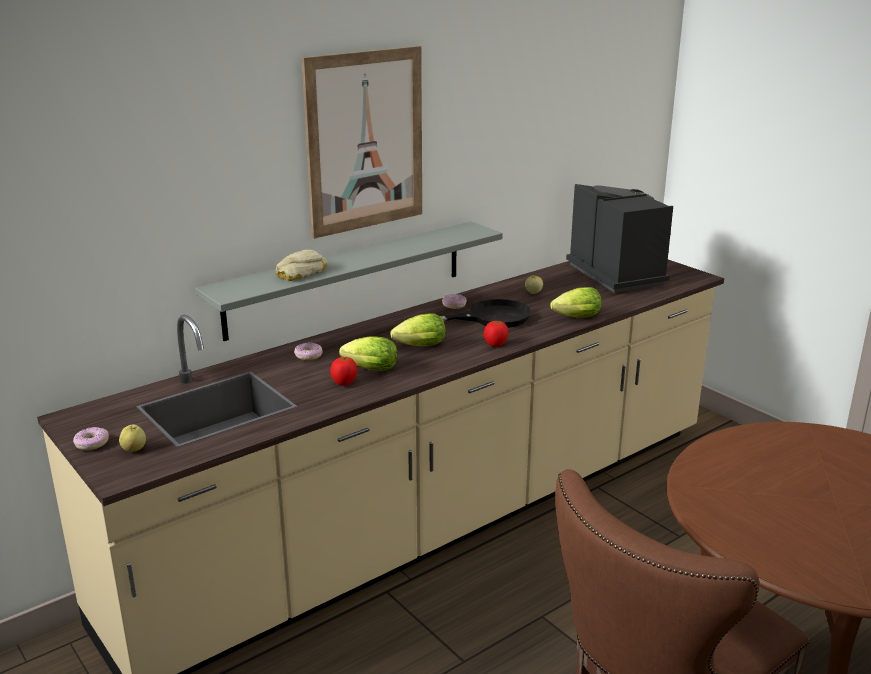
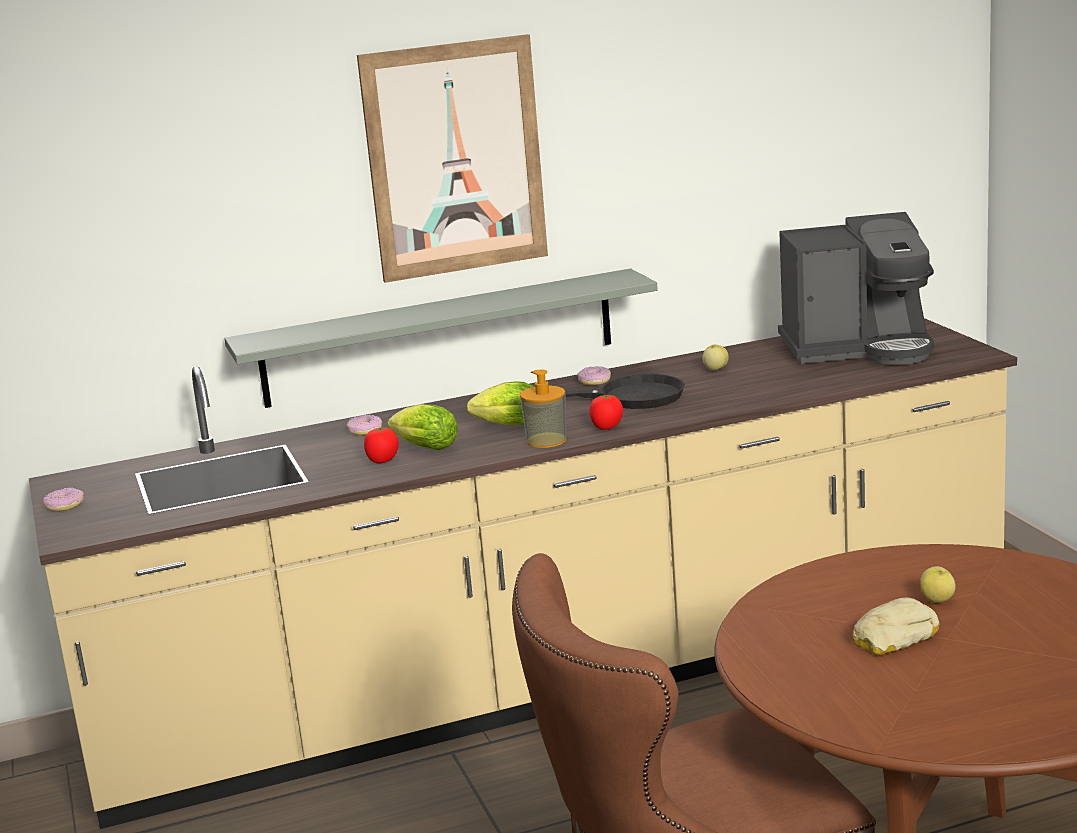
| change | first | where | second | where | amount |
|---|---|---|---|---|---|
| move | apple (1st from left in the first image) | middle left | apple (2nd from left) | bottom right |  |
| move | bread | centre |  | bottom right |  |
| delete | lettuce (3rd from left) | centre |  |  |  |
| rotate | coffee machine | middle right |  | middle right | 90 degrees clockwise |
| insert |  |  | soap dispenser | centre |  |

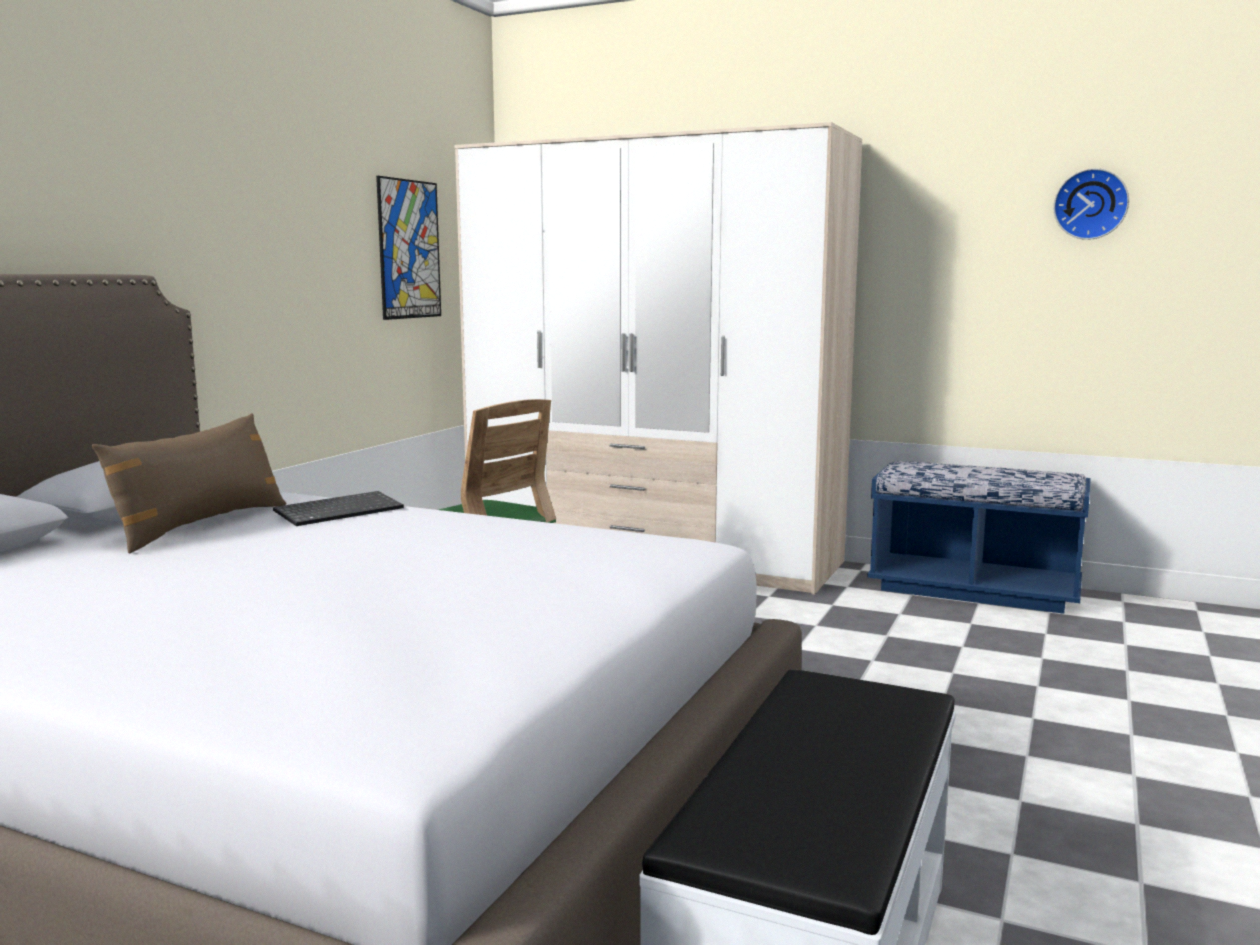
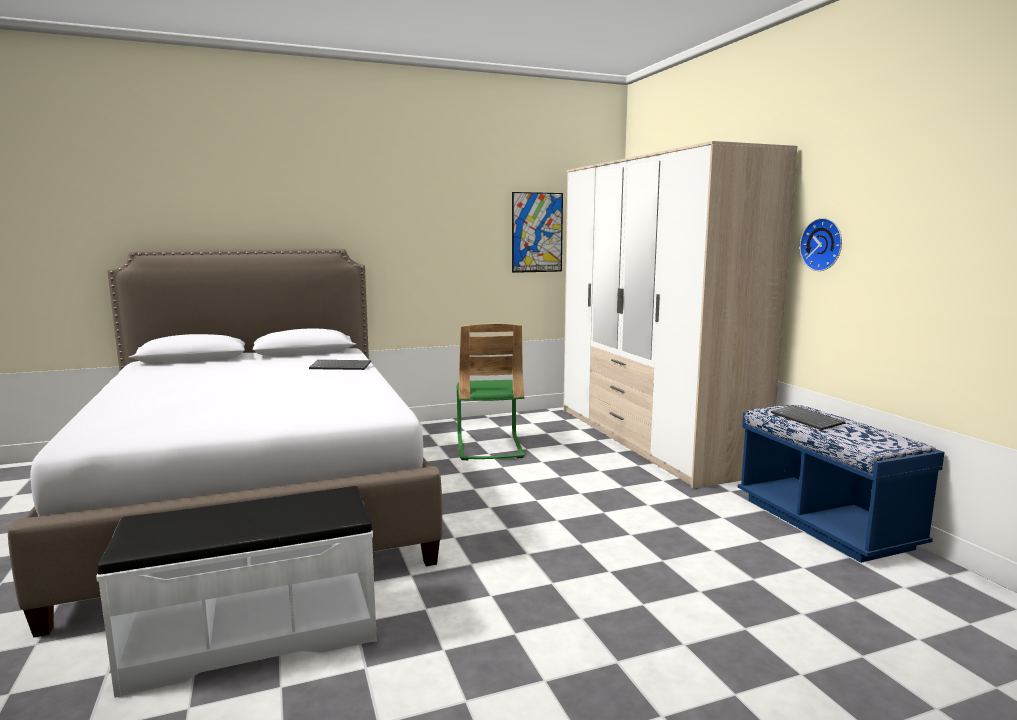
| change | first | where | second | where | amount |
|---|---|---|---|---|---|
| delete | brown pillow | middle left |  |  |  |
| move | wall clock | top right |  | middle right |  |
| insert |  |  | keyboard (2nd from left) | middle right |  |

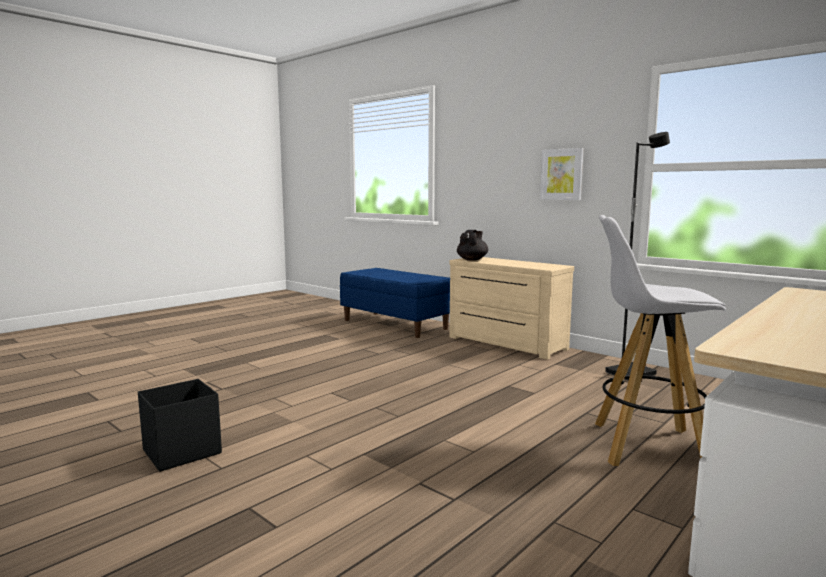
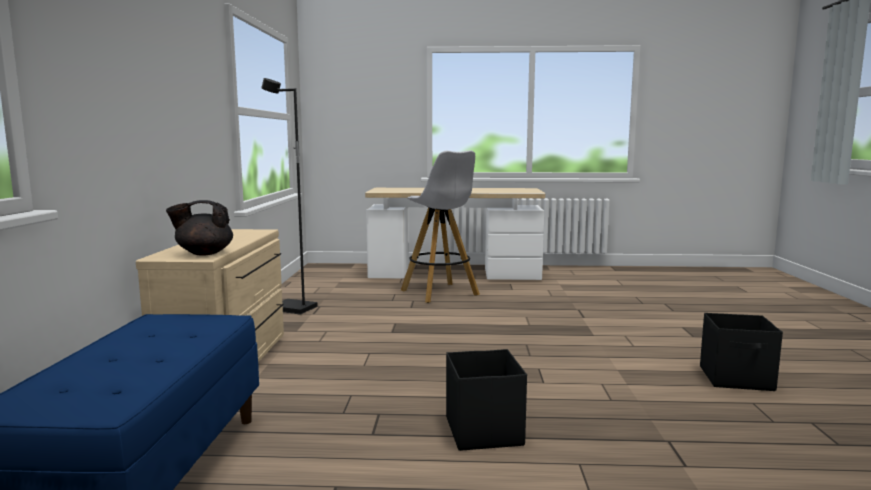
| change | first | where | second | where | amount |
|---|---|---|---|---|---|
| delete | picture | top right |  |  |  |
| insert |  |  | black storage box (1st from left) | bottom centre |  |

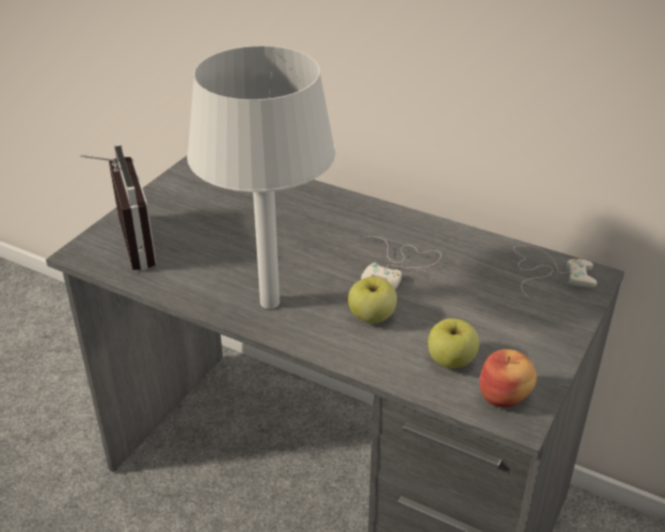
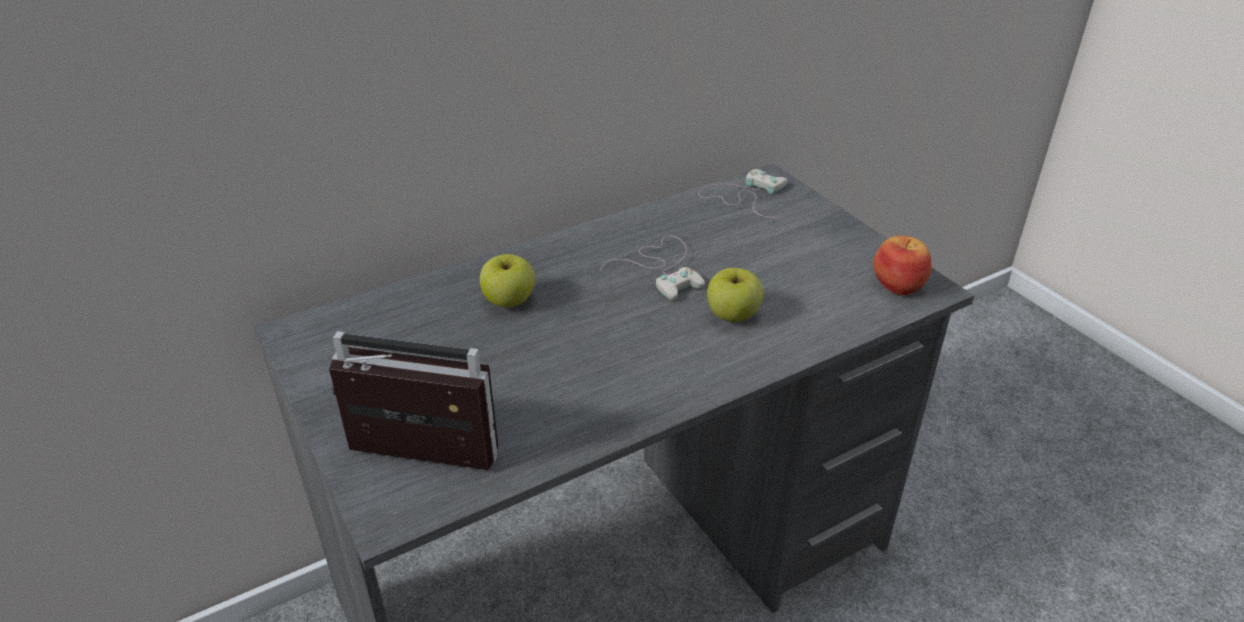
| change | first | where | second | where | amount |
|---|---|---|---|---|---|
| delete | grey table lamp | top centre |  |  |  |
| move | apple (2nd from left in the first image) | middle right | apple (1st from left) | centre |  |

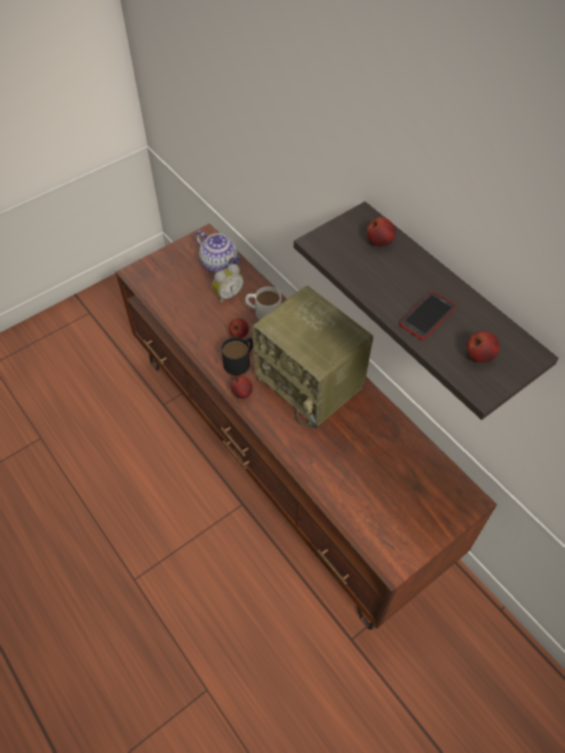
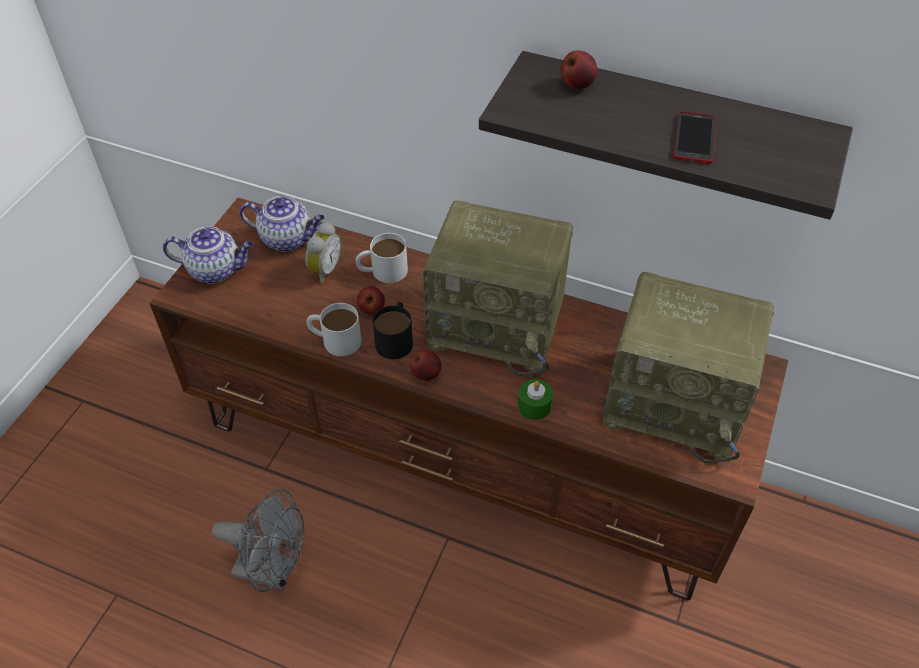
| change | first | where | second | where | amount |
|---|---|---|---|---|---|
| delete | apple (4th from left) | middle right |  |  |  |
| insert |  |  | teapot (1st from left) | middle left |  |
| insert |  |  | grey fan | bottom left |  |
| insert |  |  | white mug (1st from left) | centre |  |
| insert |  |  | green candle | centre |  |
| insert |  |  | radio (2nd from left) | middle right |  |

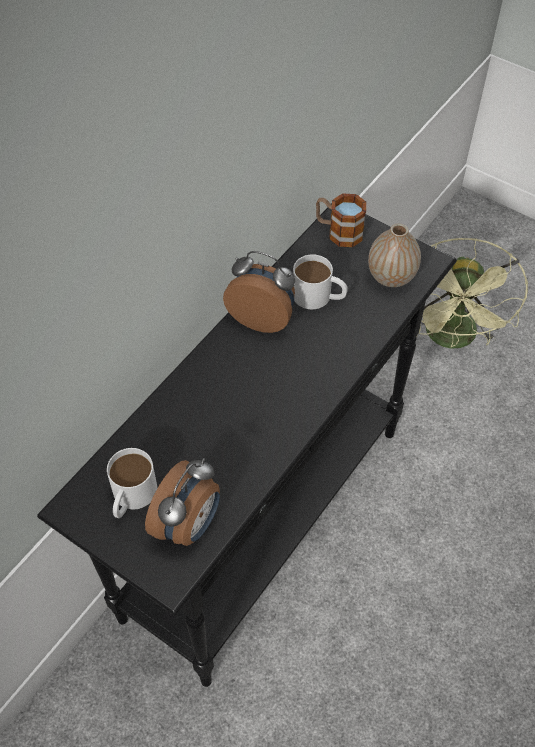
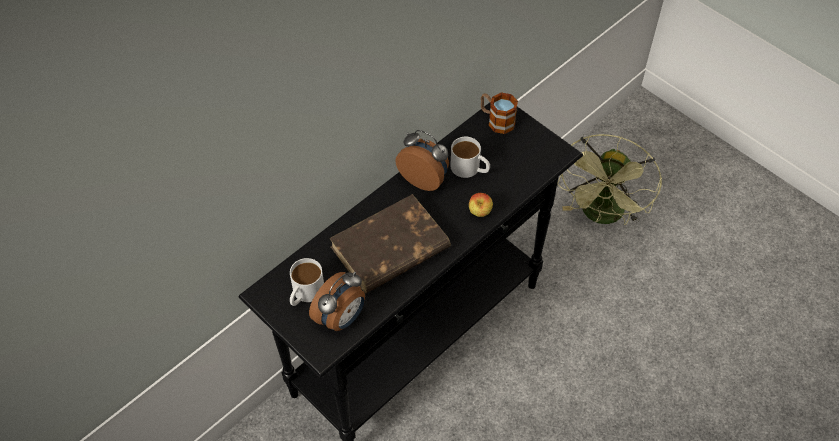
| change | first | where | second | where | amount |
|---|---|---|---|---|---|
| delete | vase | middle right |  |  |  |
| insert |  |  | brown book | centre |  |
| insert |  |  | apple | centre |  |

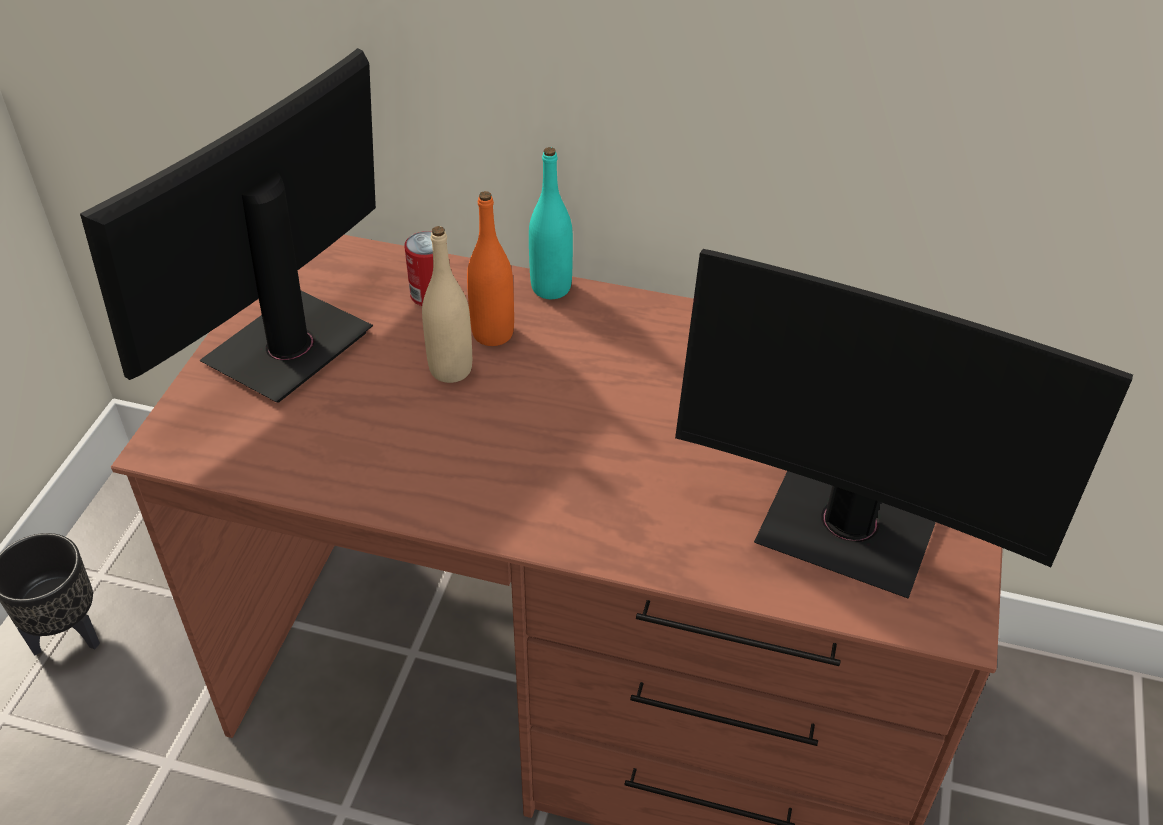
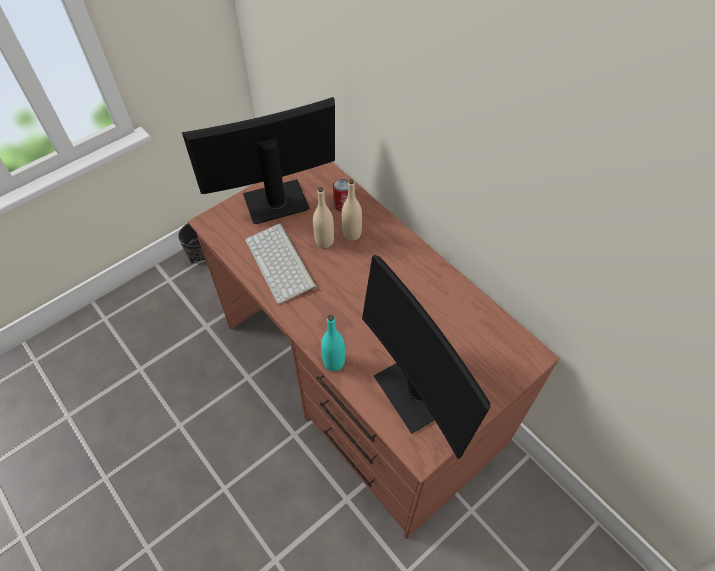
| change | first | where | second | where | amount |
|---|---|---|---|---|---|
| recolor | orange bottle | top centre | beige bottle (2nd from left) | centre |  |
| move | turquoise bottle | top centre |  | centre |  |
| insert |  |  | keyboard | centre |  |

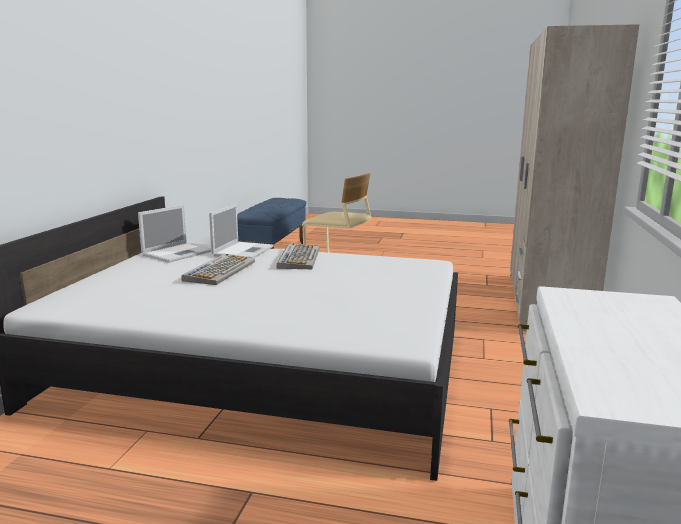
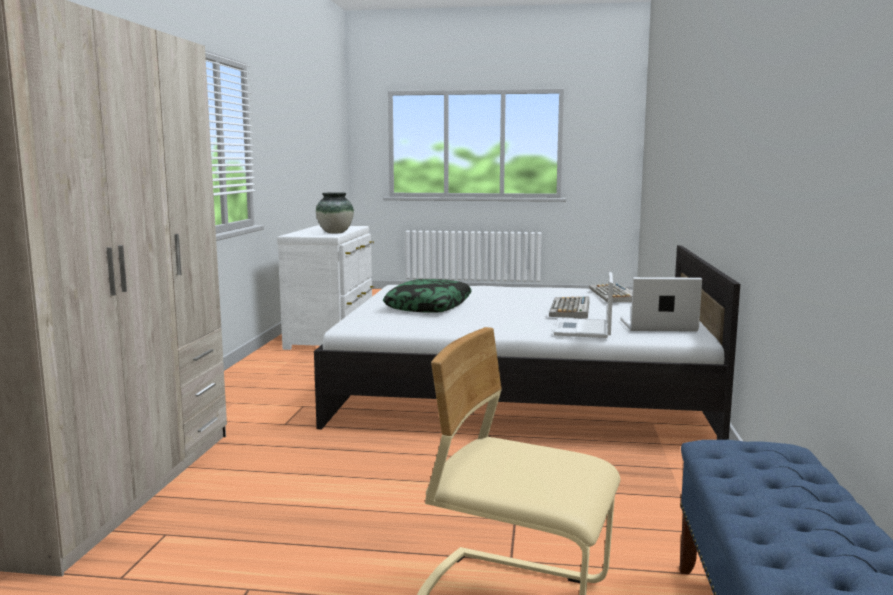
| change | first | where | second | where | amount |
|---|---|---|---|---|---|
| rotate | laptop (1st from left in the first image) | middle left | laptop (2nd from left) | middle right | 60 degrees clockwise |
| move | keyboard (2nd from left) | centre |  | middle right |  |
| insert |  |  | vase | centre |  |
| insert |  |  | pillow | centre |  |

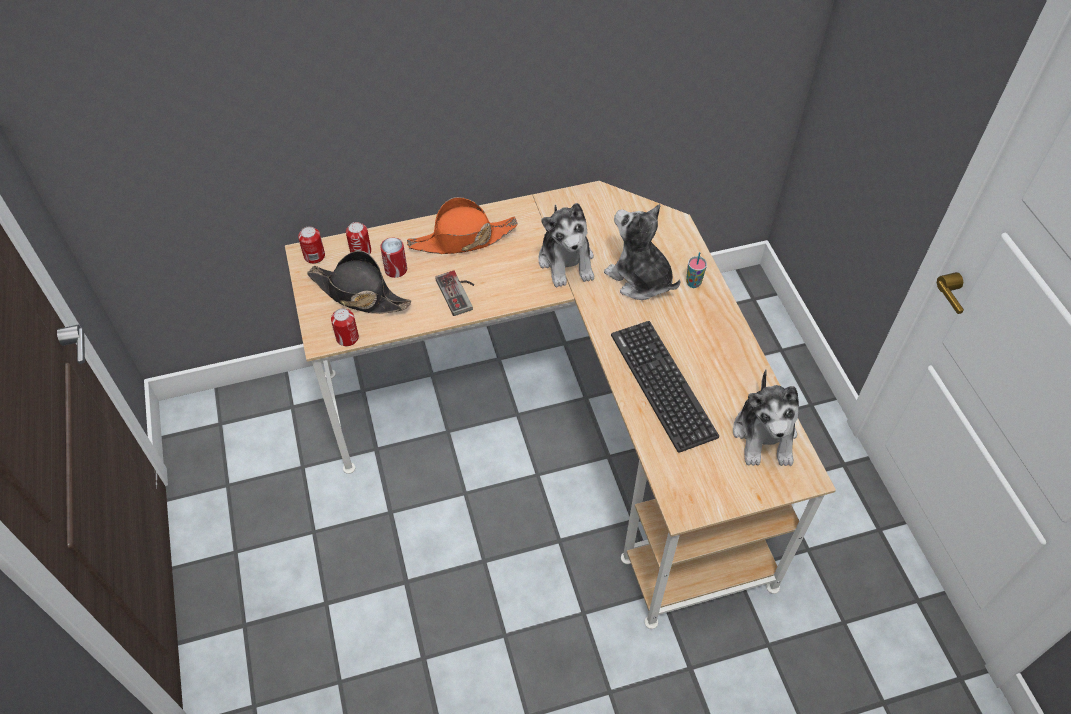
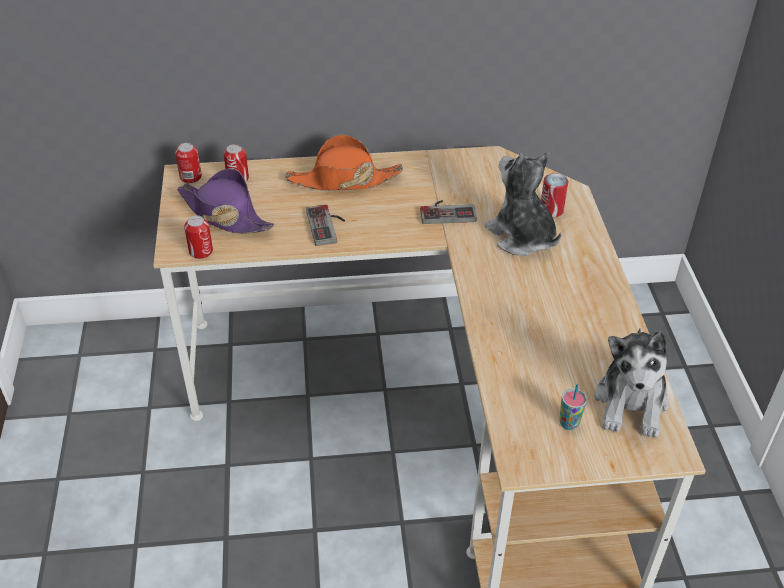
| change | first | where | second | where | amount |
|---|---|---|---|---|---|
| recolor | black hat | centre | purple hat | middle left |  |
| move | can (4th from left) | centre |  | top right |  |
| replace | plush toy (1st from left) | centre | game controller (2nd from left) | centre |  |
| delete | keyboard | centre |  |  |  |
| move | cup | centre |  | bottom right |  |

